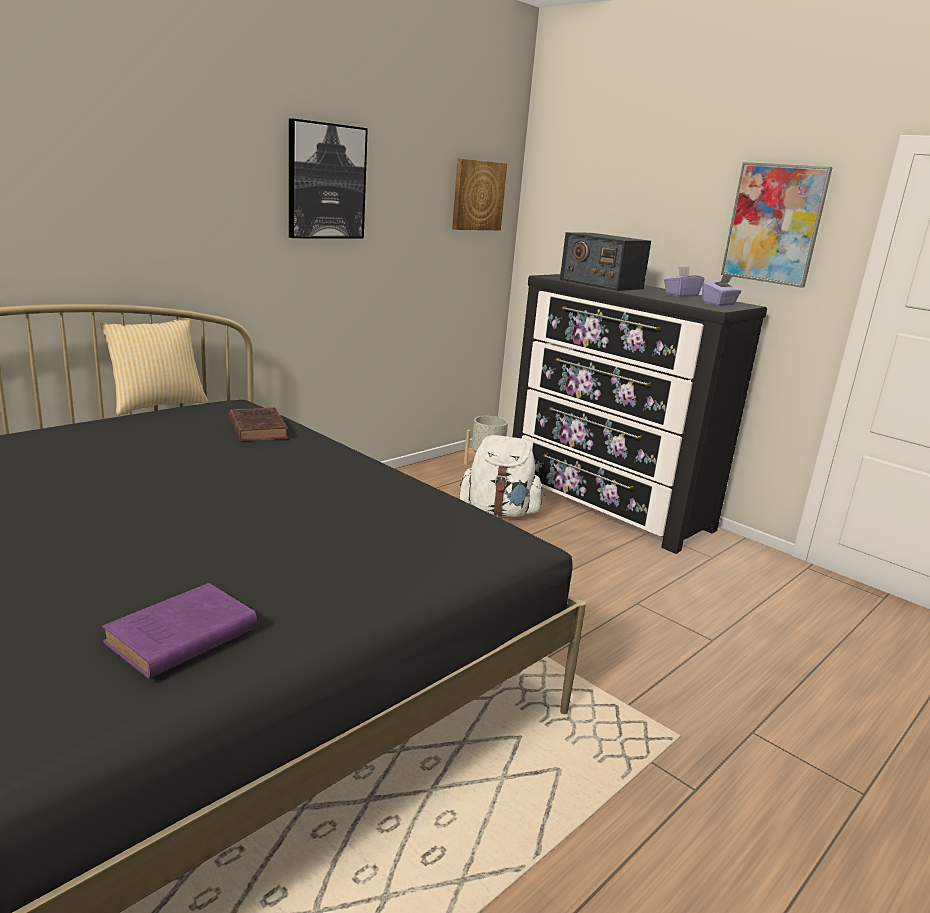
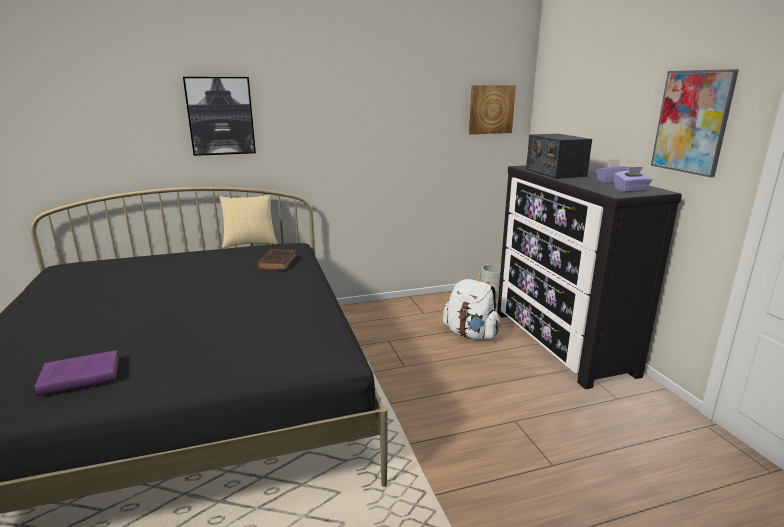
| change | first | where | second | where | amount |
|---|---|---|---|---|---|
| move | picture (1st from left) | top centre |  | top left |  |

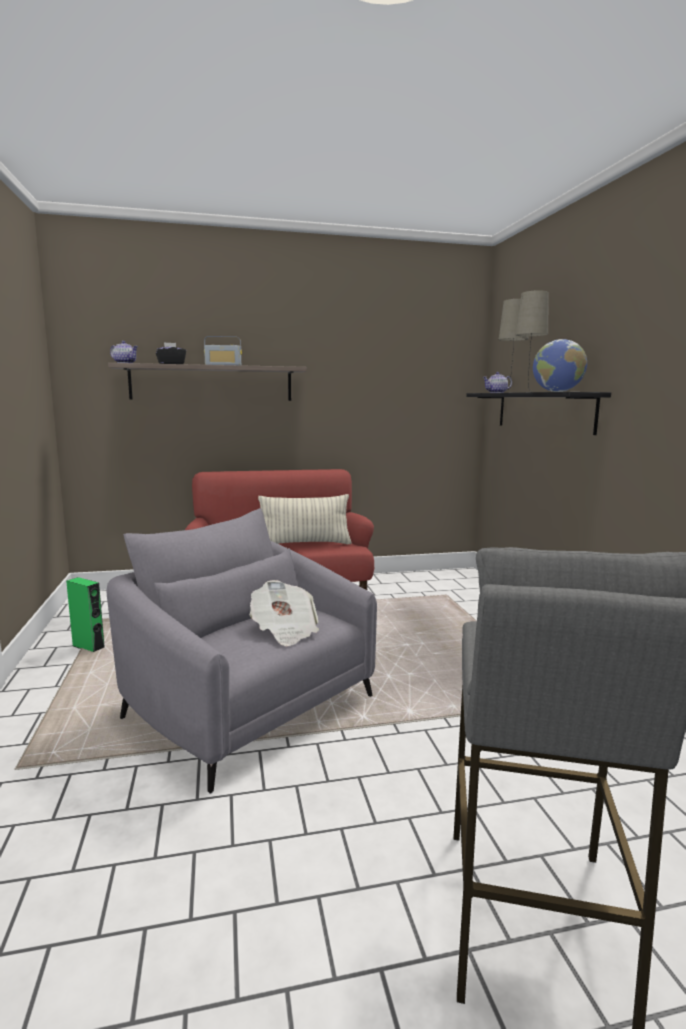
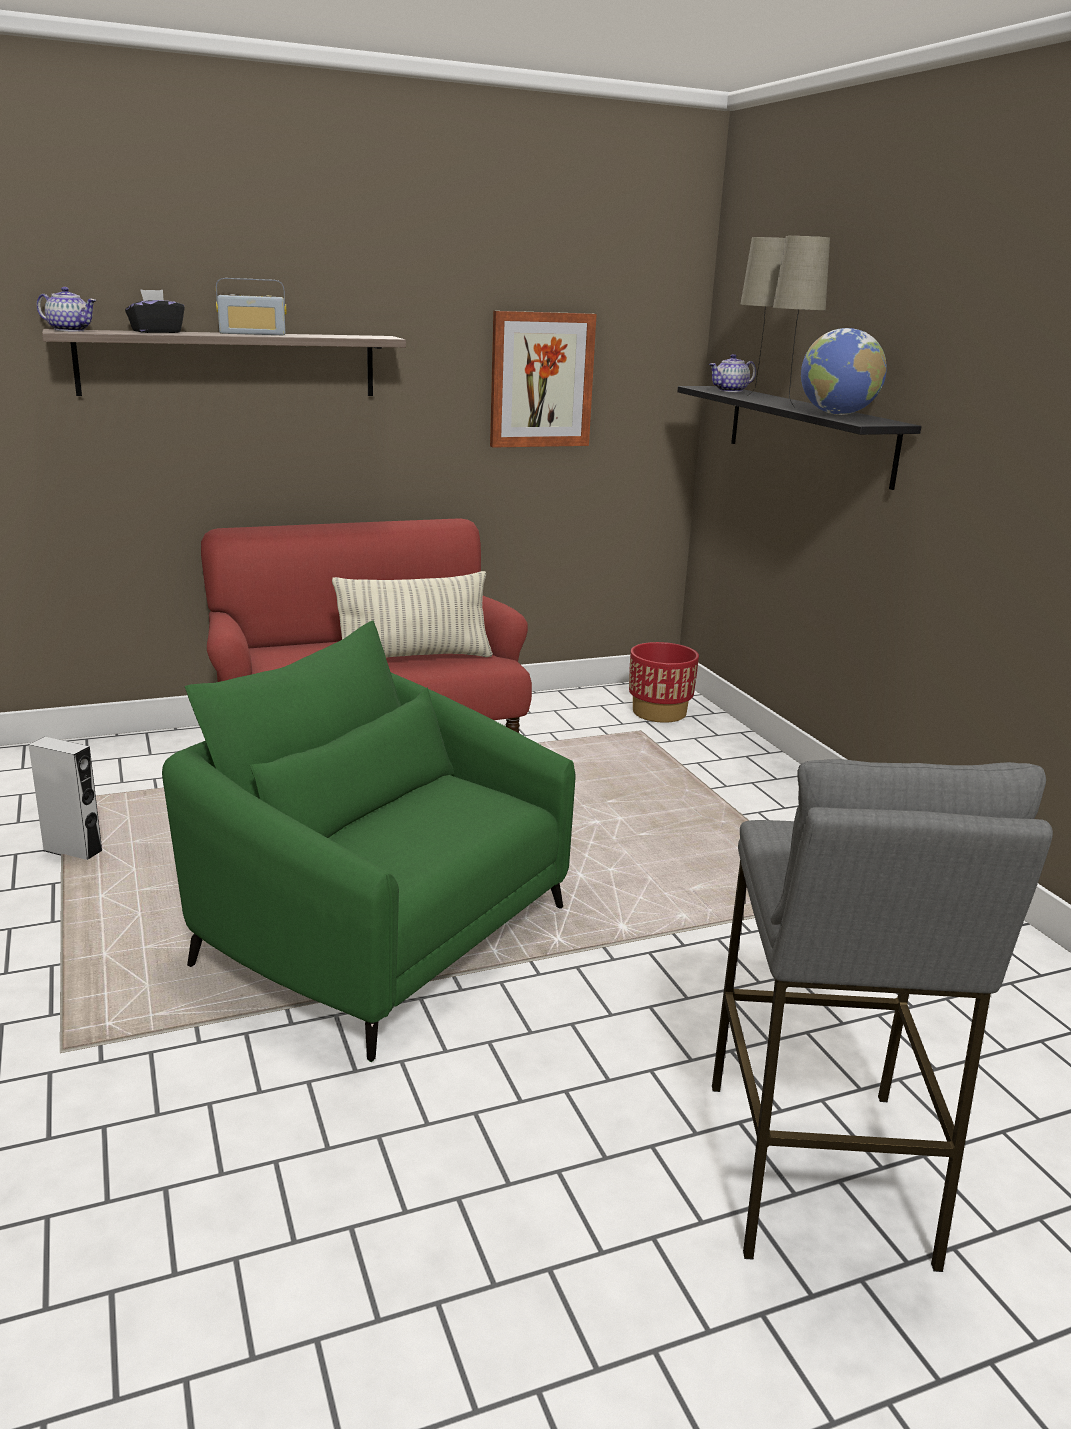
| change | first | where | second | where | amount |
|---|---|---|---|---|---|
| recolor | green speaker | middle left | grey speaker | middle left |  |
| recolor | grey armchair | centre | green armchair | centre |  |
| delete | newspaper | centre |  |  |  |
| insert |  |  | picture | top centre |  |
| insert |  |  | red planter | centre |  |

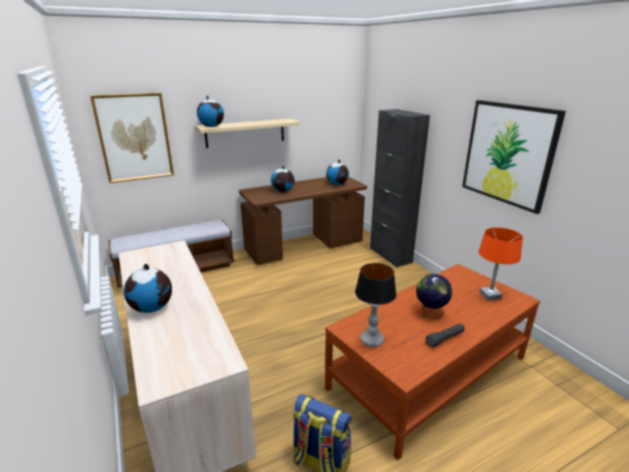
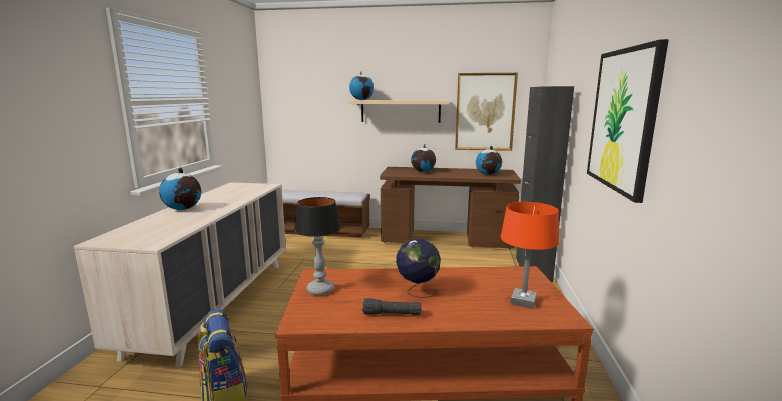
| change | first | where | second | where | amount |
|---|---|---|---|---|---|
| move | picture (1st from left) | top left |  | top centre |  |

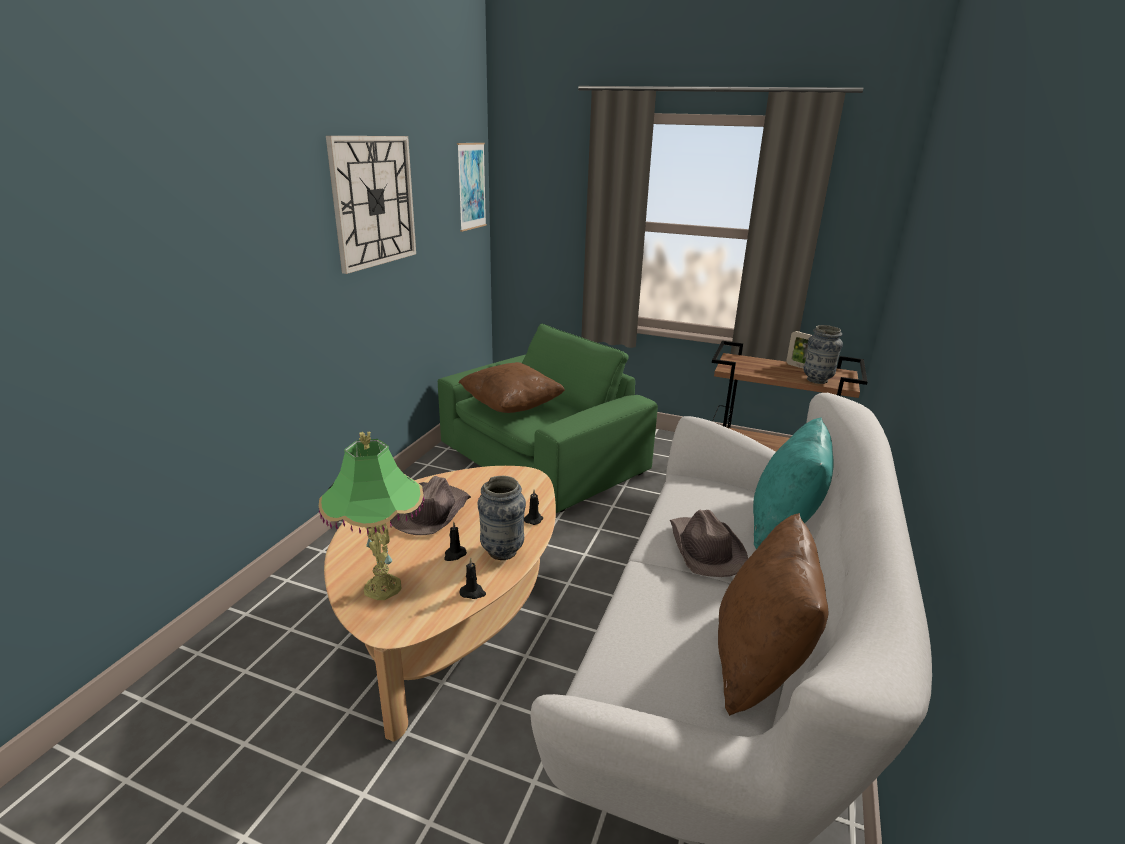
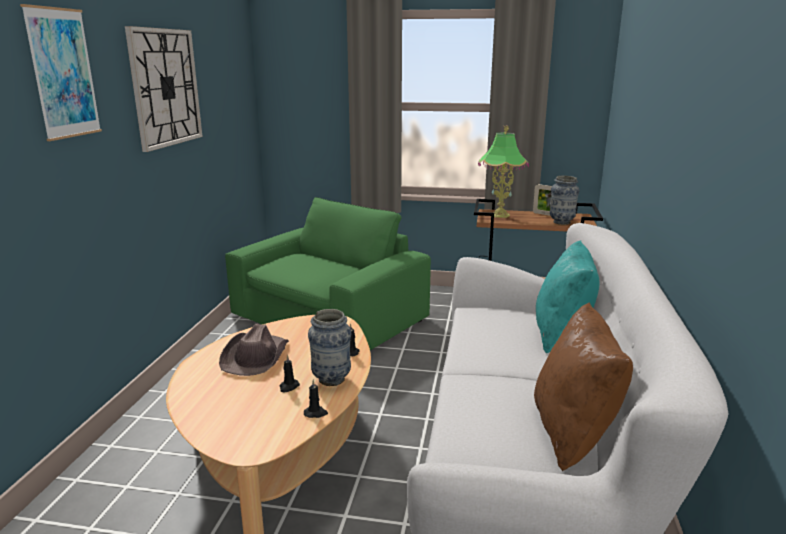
| change | first | where | second | where | amount |
|---|---|---|---|---|---|
| move | table lamp | middle left |  | top centre |  |
| move | picture | top centre |  | top left |  |
| delete | brown pillow (1st from left) | centre |  |  |  |
| delete | brown hat (2nd from left) | centre |  |  |  |

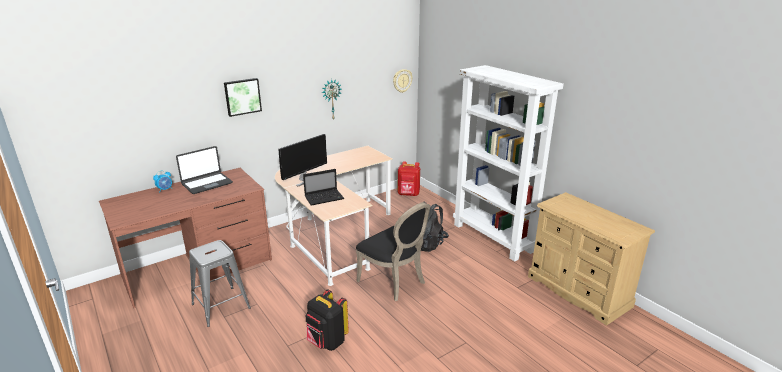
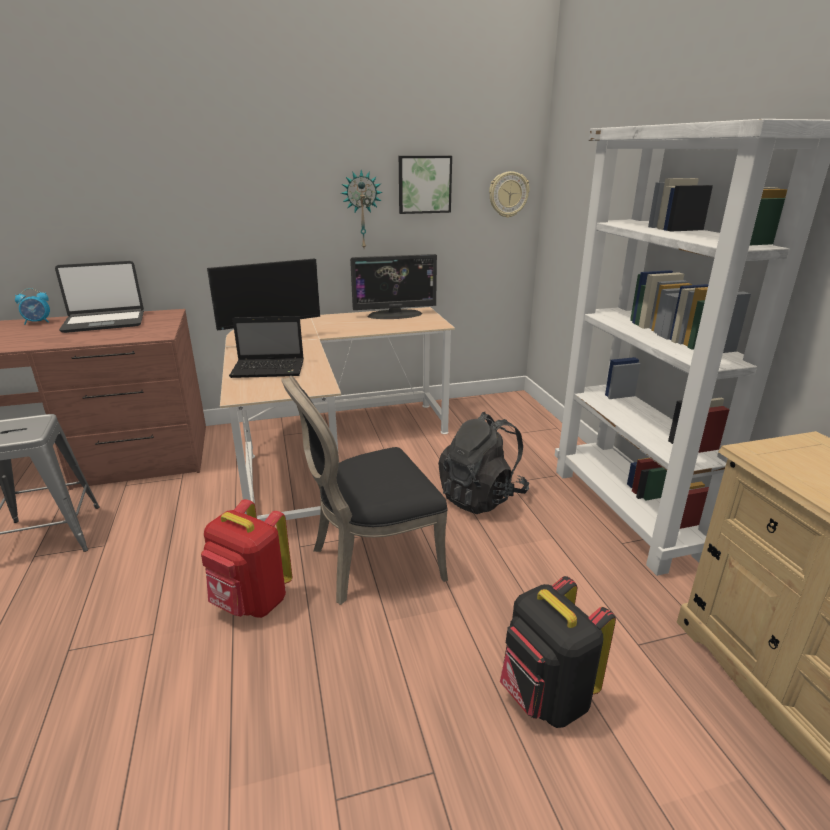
| change | first | where | second | where | amount |
|---|---|---|---|---|---|
| move | picture | top left |  | top centre |  |
| move | black backpack (1st from left in the first image) | bottom centre | black backpack (2nd from left) | bottom right |  |
| rotate | black chair | bottom centre |  | centre | 90 degrees clockwise |
| move | red backpack | centre |  | bottom left |  |
| insert |  |  | monitor (2nd from left) | centre |  |

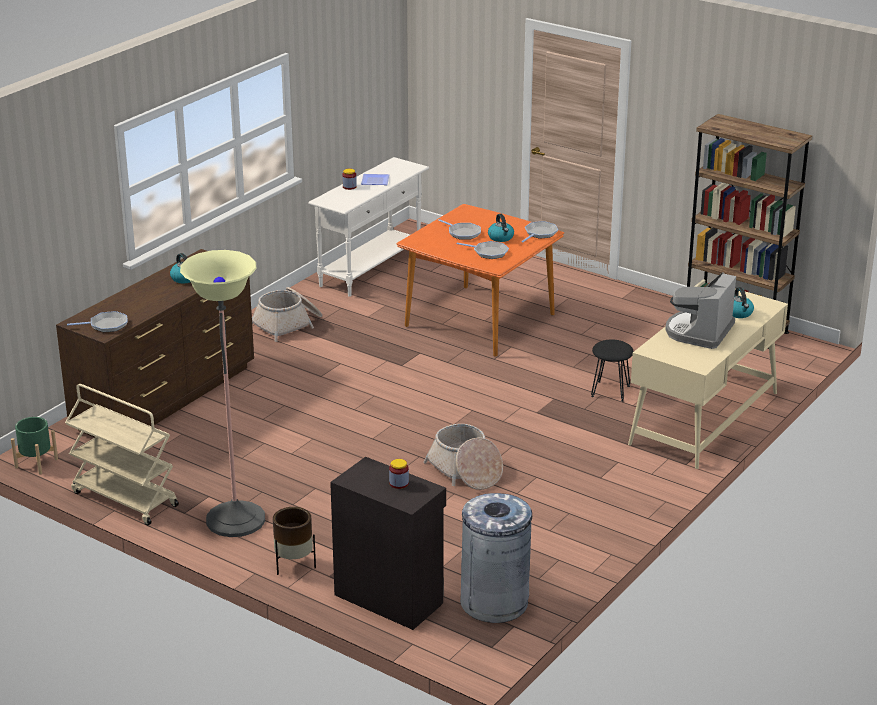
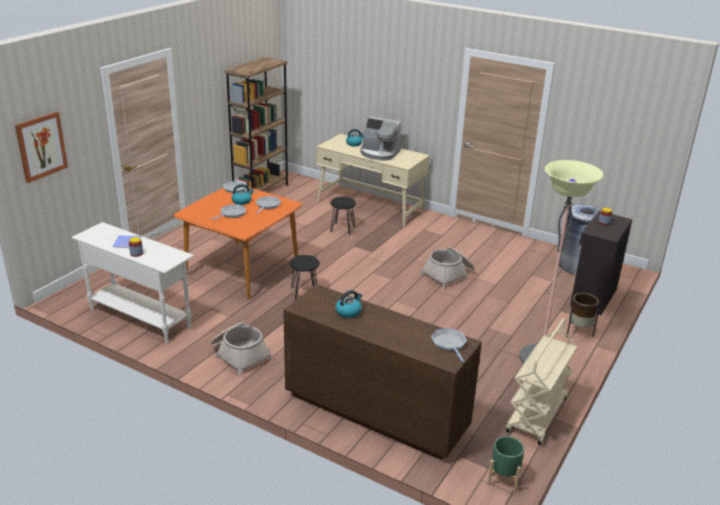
| change | first | where | second | where | amount |
|---|---|---|---|---|---|
| insert |  |  | picture | top left |  |
| insert |  |  | black stool (1st from left) | centre |  |

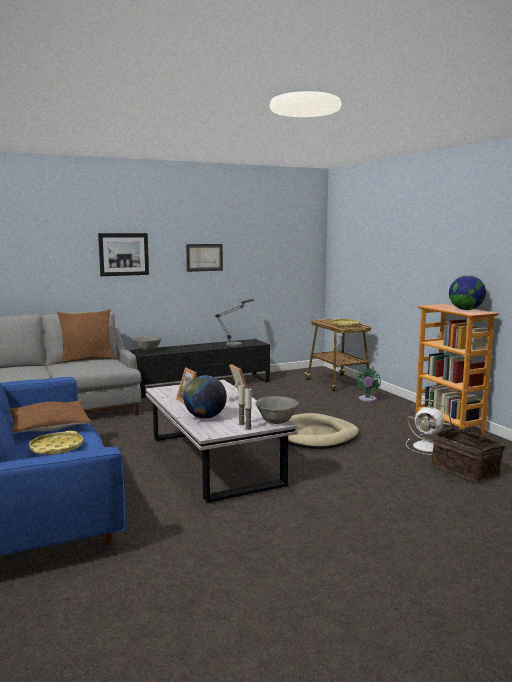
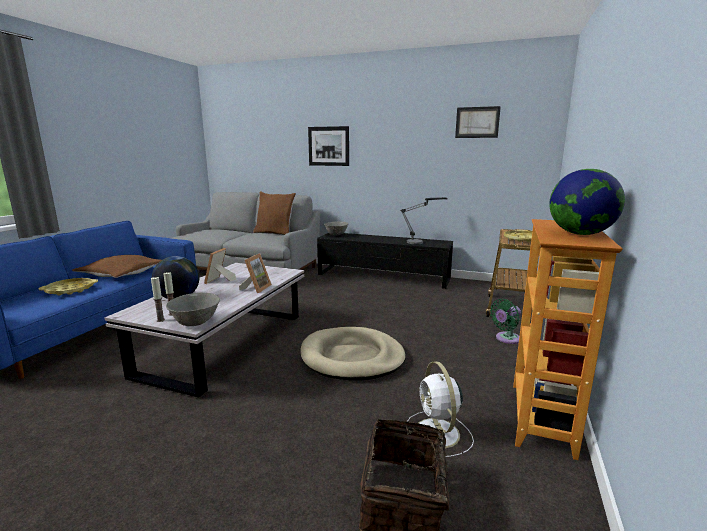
| change | first | where | second | where | amount |
|---|---|---|---|---|---|
| move | picture (2nd from left) | centre |  | top right |  |

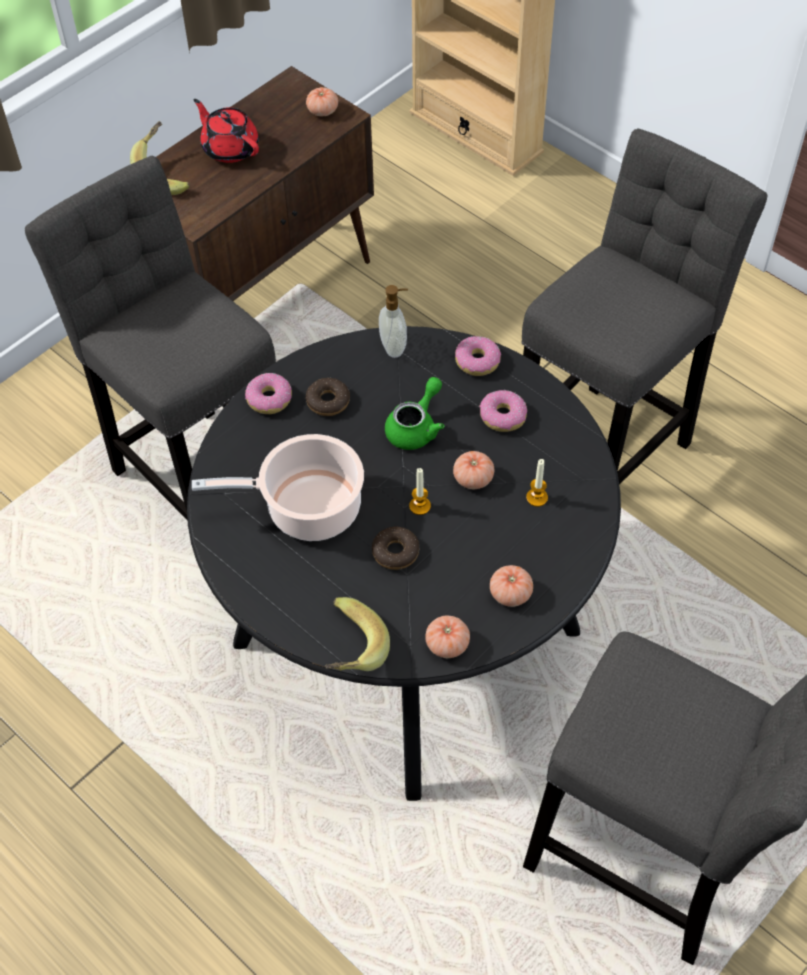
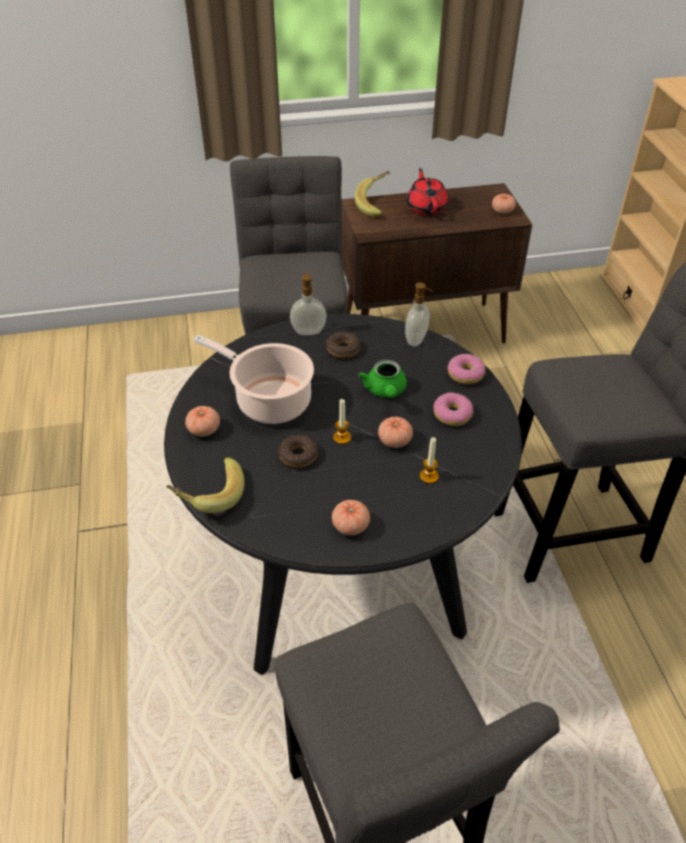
| change | first | where | second | where | amount |
|---|---|---|---|---|---|
| replace | donut (1st from left) | middle left | soap dispenser (1st from left) | centre |  |
| rotate | green teapot | centre |  | centre | 105 degrees clockwise |
| move | tomato (2nd from left in the first image) | centre | tomato (1st from left) | middle left |  |

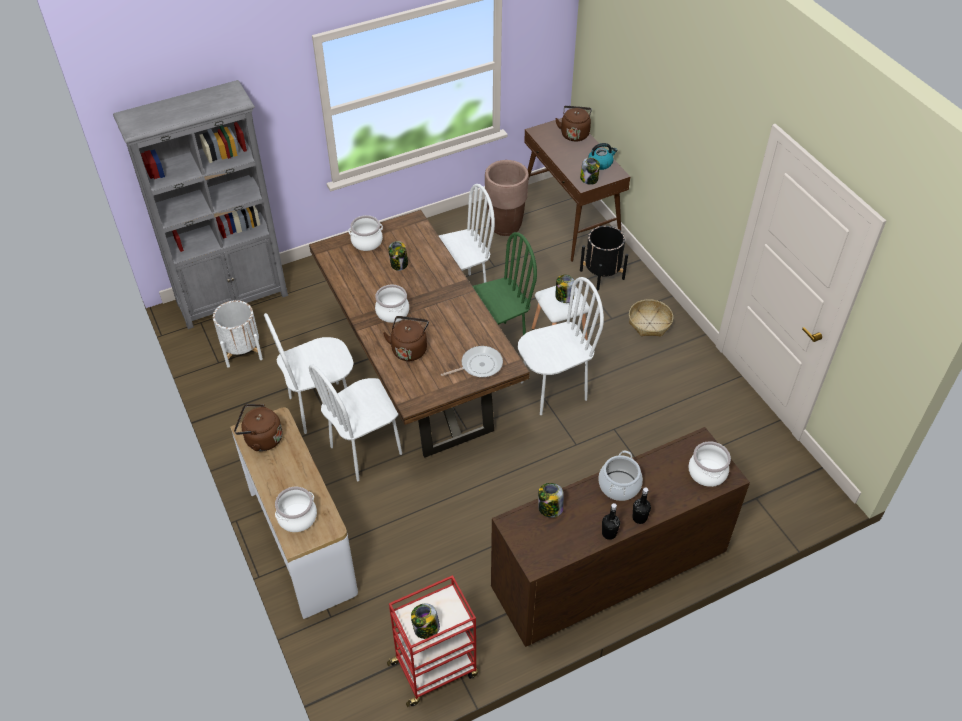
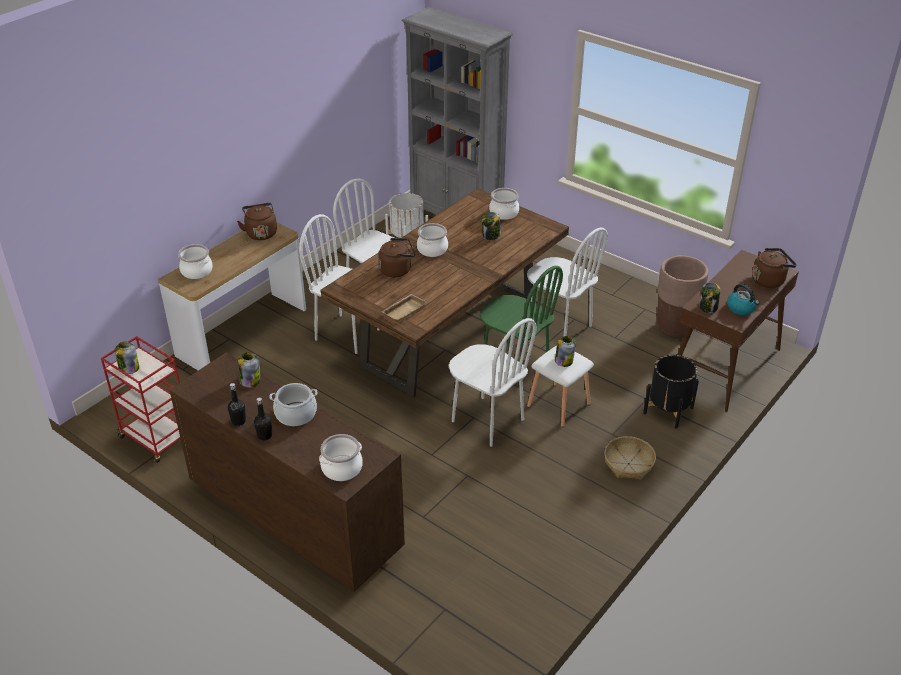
| change | first | where | second | where | amount |
|---|---|---|---|---|---|
| replace | frying pan | centre | beige tray | centre |  |

